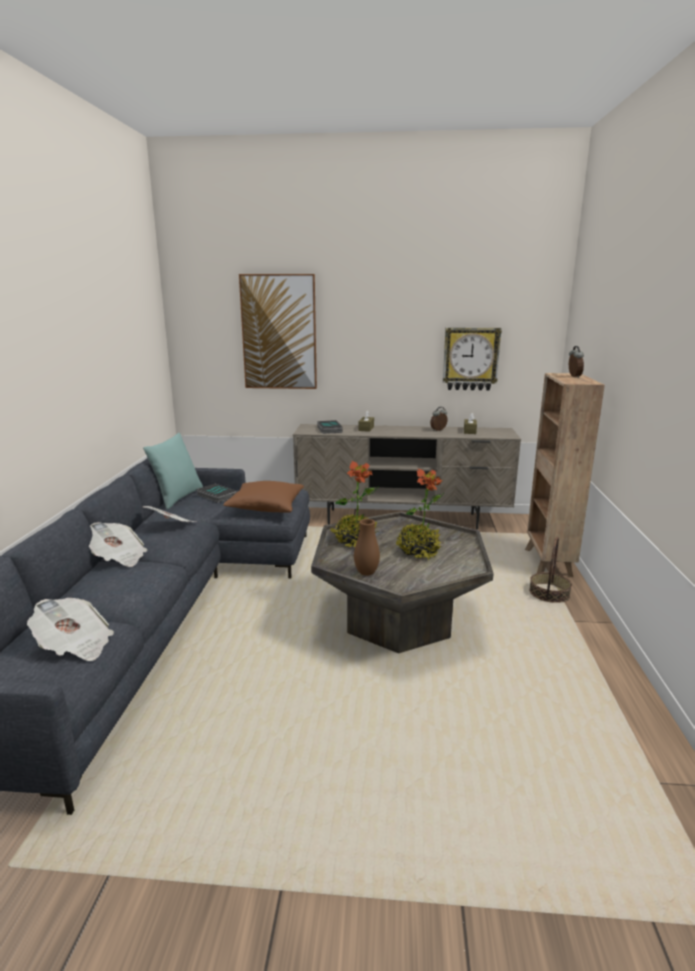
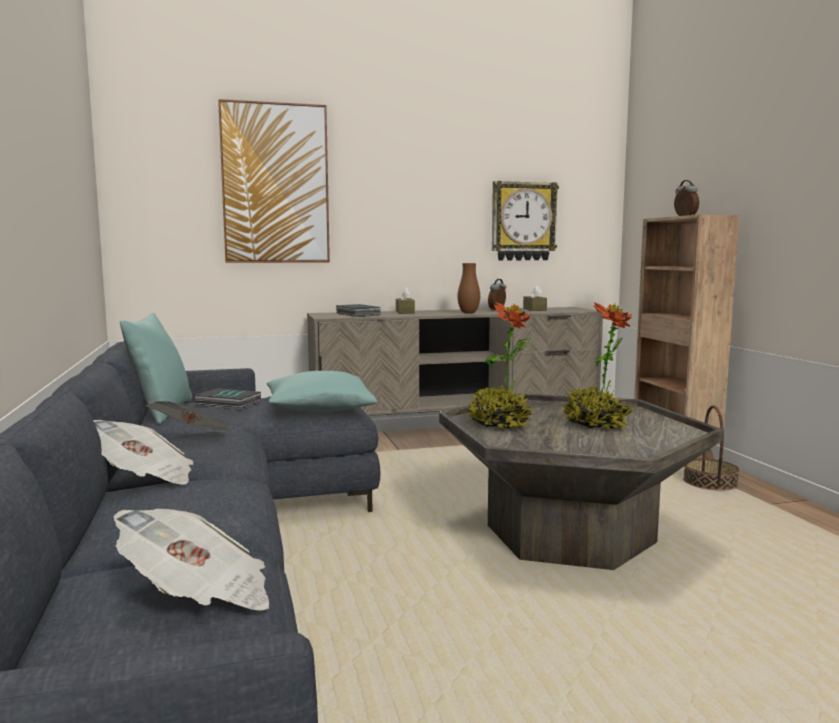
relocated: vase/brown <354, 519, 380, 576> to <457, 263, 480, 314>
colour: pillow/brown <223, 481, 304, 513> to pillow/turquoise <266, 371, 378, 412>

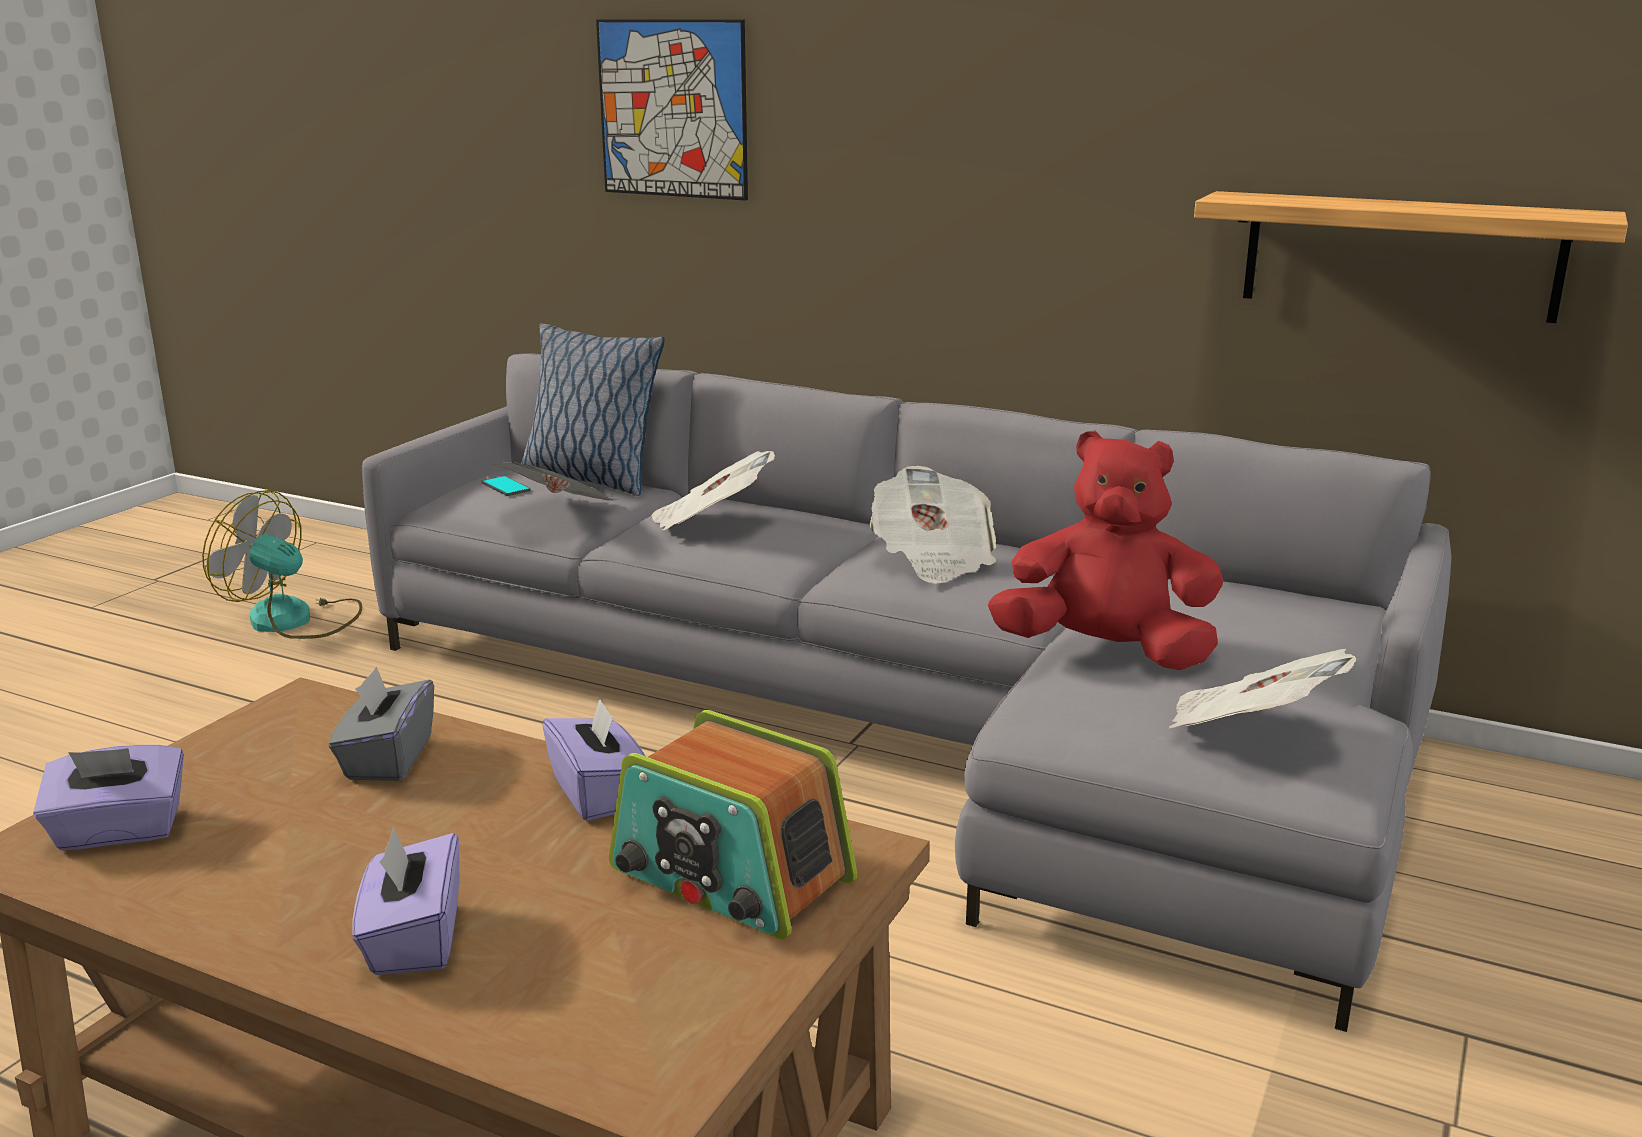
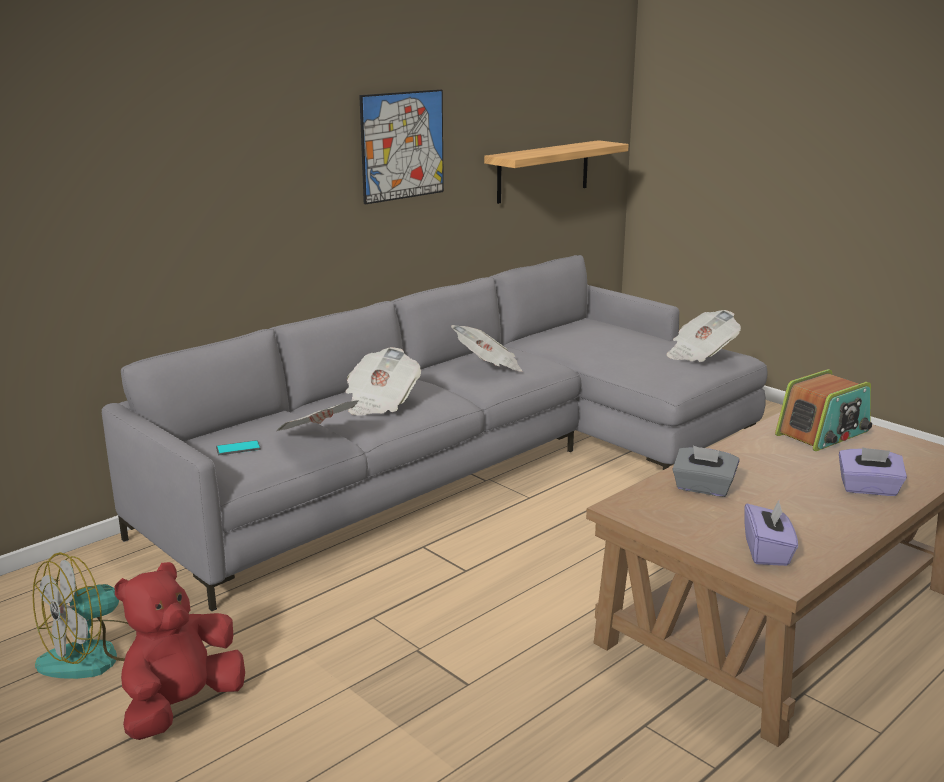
missing: pillow <521, 323, 665, 496>; tissue box/purple <542, 698, 645, 821>
relocated: picture <596, 19, 748, 200> to <359, 89, 444, 205>; plush toy/red <988, 431, 1223, 670> to <114, 562, 245, 740>

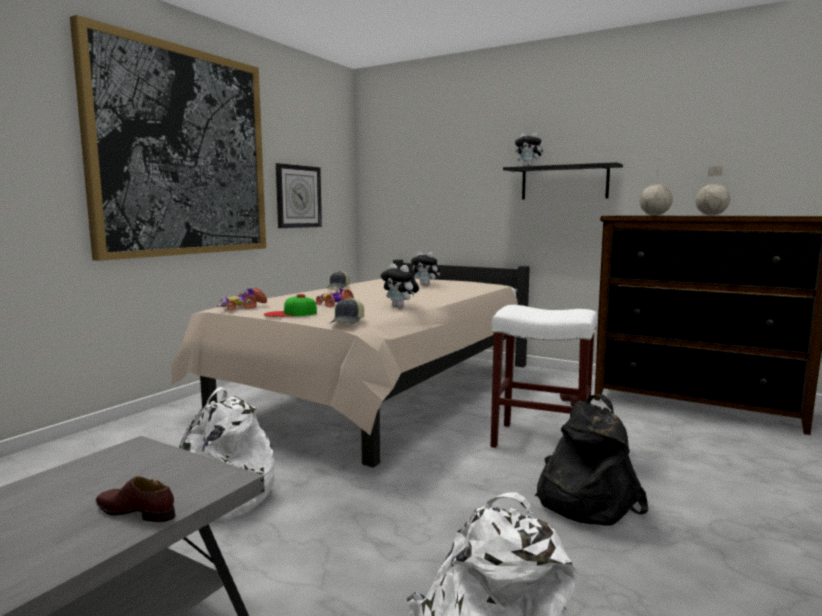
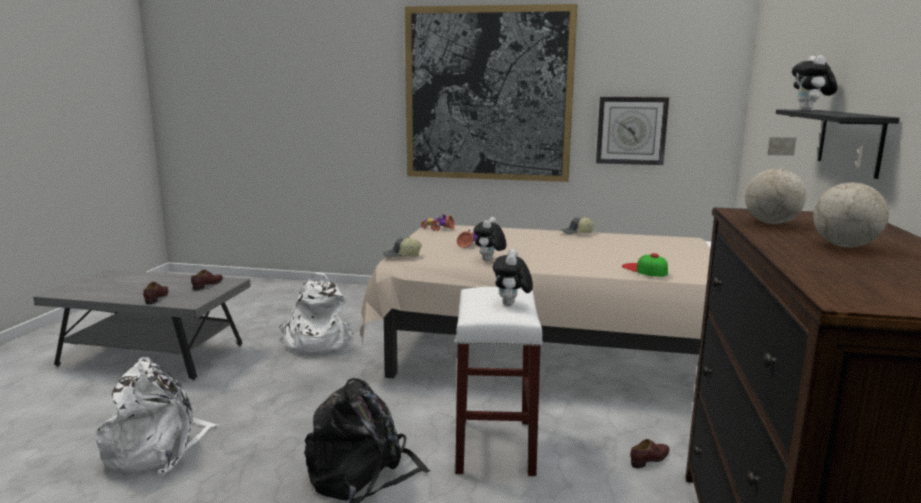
appeared: shoe/brown <191, 270, 223, 290>
relocated: cap <264, 294, 317, 317> to <622, 253, 668, 277>; plush toy <411, 252, 440, 286> to <493, 249, 533, 306>

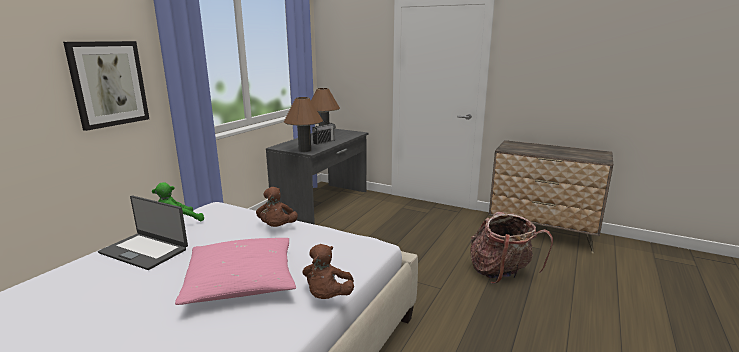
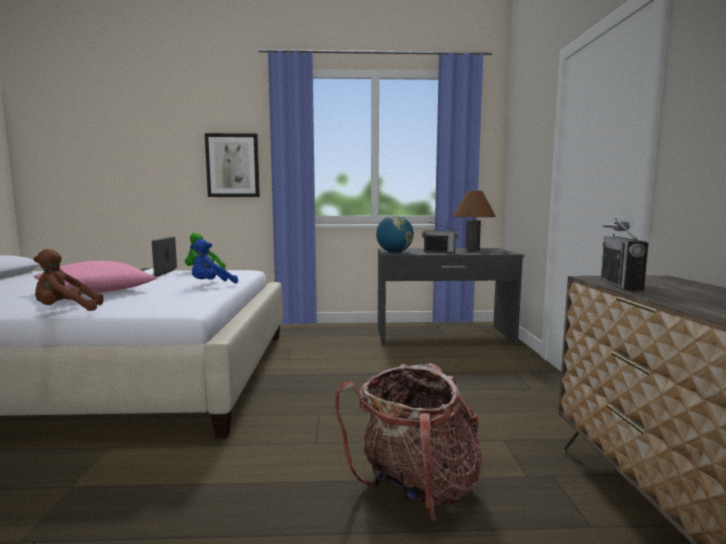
appeared: radio <601, 218, 649, 291>
exchanged: table lamp/brown <284, 97, 323, 152> to globe <376, 215, 414, 253>
colour: plush toy/brown <256, 187, 298, 227> to plush toy/blue <190, 239, 238, 283>

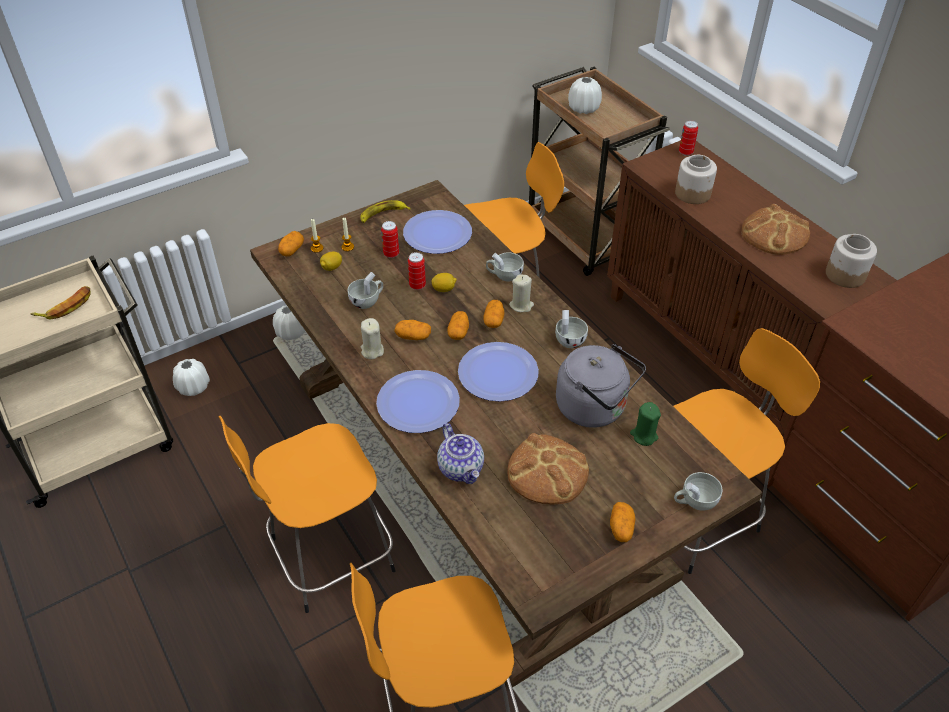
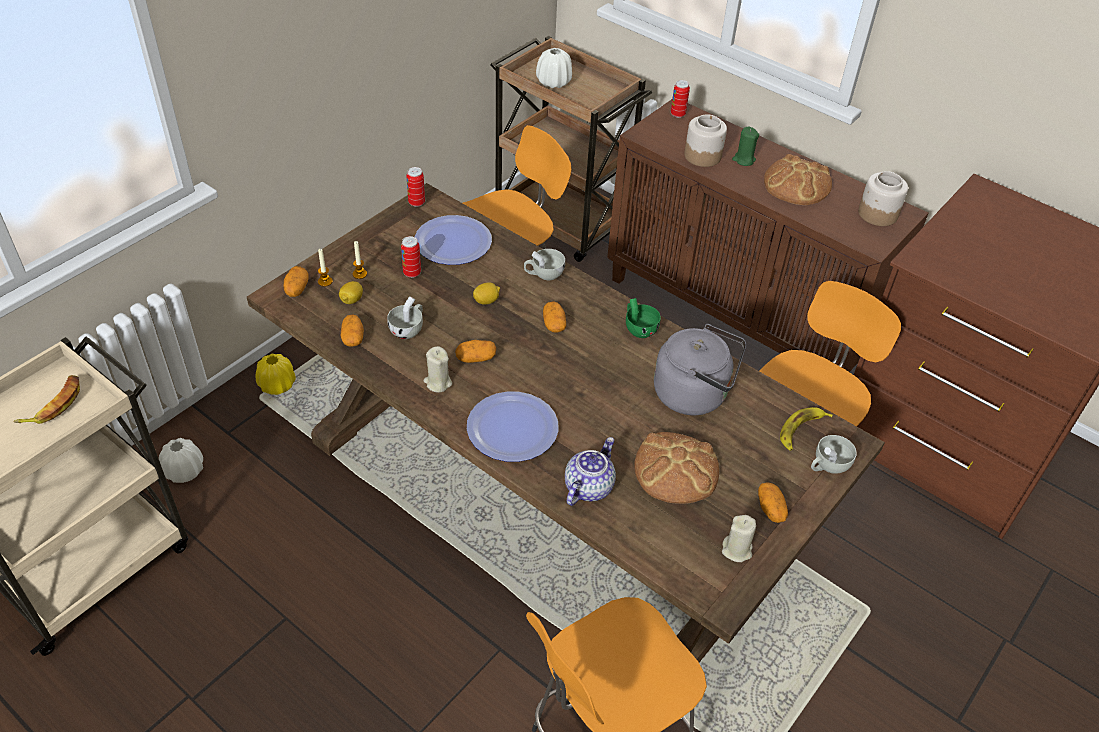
missing: stool/orange <219, 416, 396, 613>; plate <458, 342, 539, 401>
relocated: banana <360, 200, 411, 223> to <780, 407, 833, 451>; can <408, 252, 426, 290> to <406, 167, 425, 207>; potato <447, 311, 469, 340> to <341, 314, 364, 347>; candle/beige <509, 275, 534, 312> to <722, 515, 756, 562>; candle/green <630, 402, 661, 446> to <732, 126, 759, 166>
colour: vase/white <273, 306, 305, 340> to vase/yellow <256, 354, 296, 395>; cup/white <555, 310, 588, 348> to cup/green <626, 298, 661, 338>
spun: teapot <437, 423, 484, 484> = <565, 437, 616, 506> 105 degrees counterclockwise

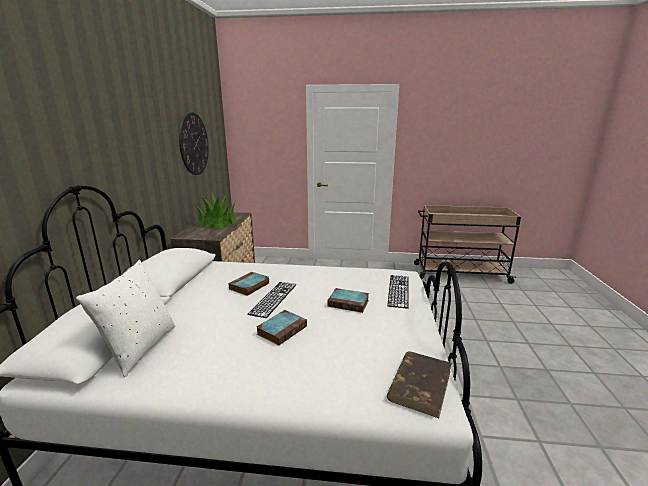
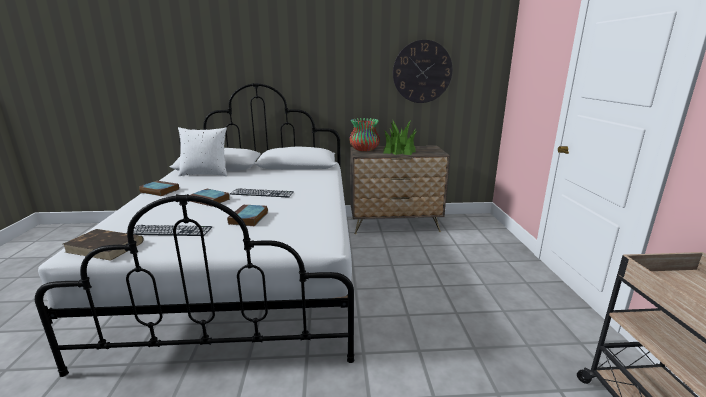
appeared: vase <349, 118, 380, 151>
relocated: book <229, 272, 269, 296> to <139, 181, 179, 196>; keyboard <387, 275, 409, 309> to <133, 225, 212, 236>

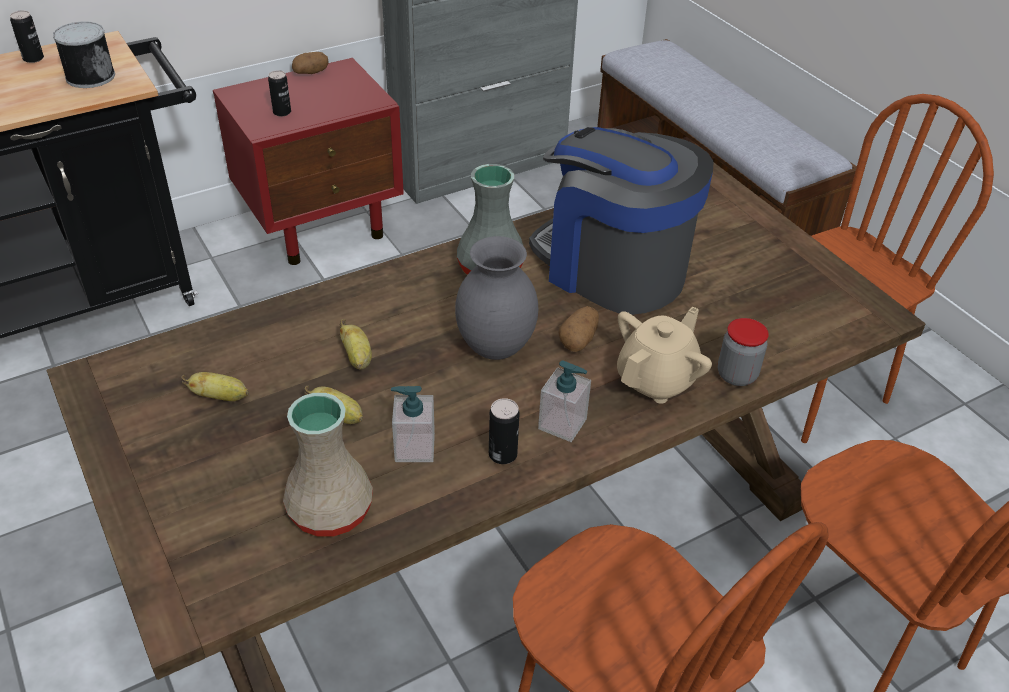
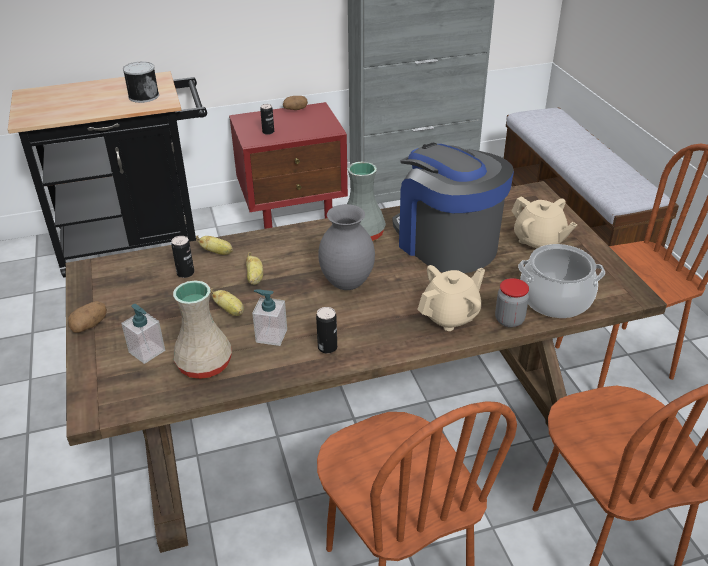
appeared: teapot/beige <512, 196, 578, 248>; cooking pot <518, 244, 605, 318>
relocated: can <10, 10, 44, 63> to <171, 236, 194, 278>; banana <181, 372, 249, 401> to <196, 235, 233, 255>; soap dispenser <538, 360, 591, 442> to <121, 304, 165, 364>; potato <559, 306, 599, 352> to <68, 301, 107, 333>

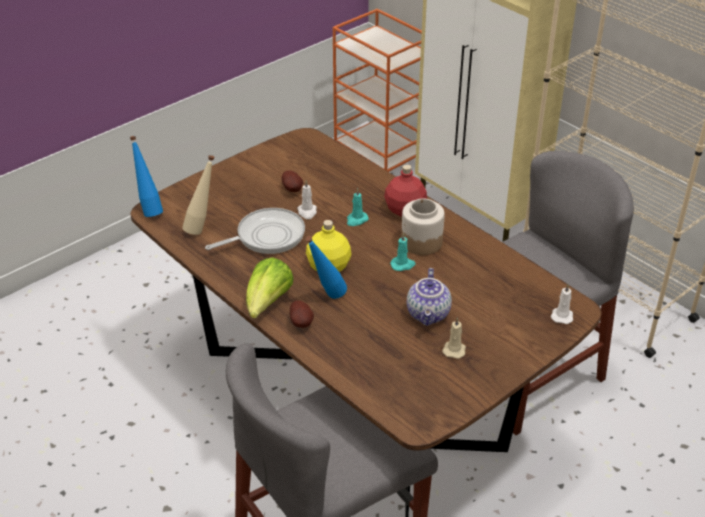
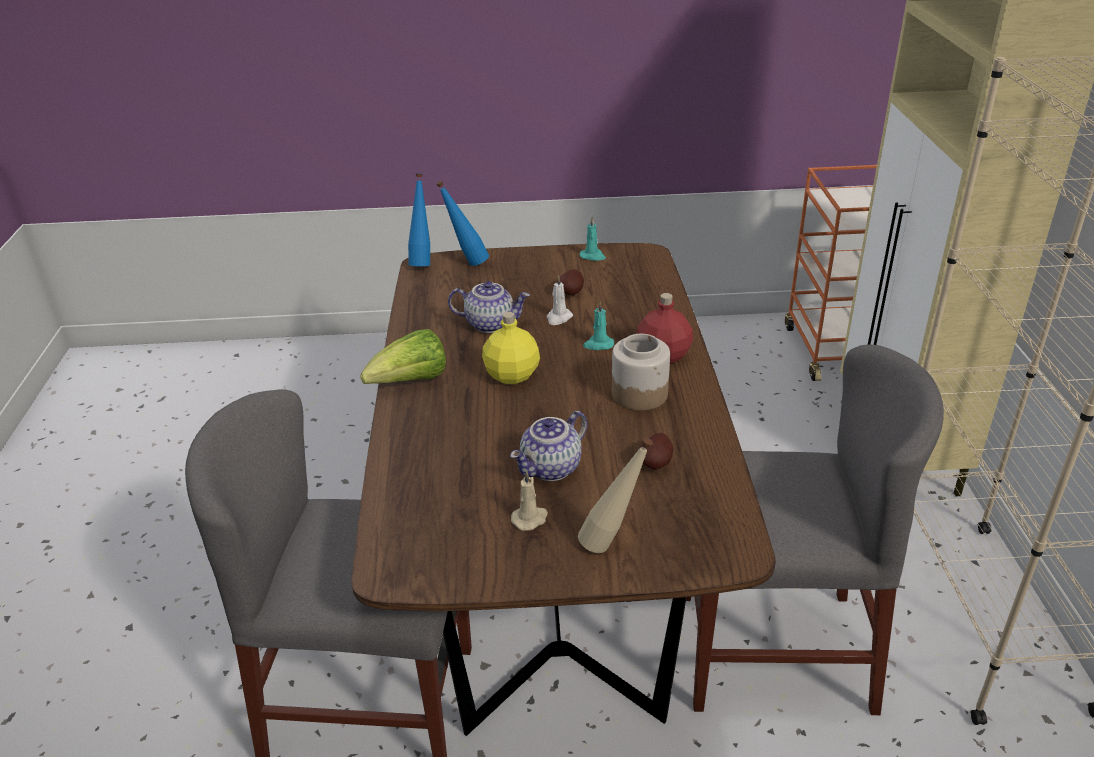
missing: candle/white <551, 284, 573, 324>
relocated: bottle/beige <182, 155, 215, 235> to <578, 438, 653, 553>; potato <290, 300, 314, 328> to <638, 433, 673, 469>; bottle/blue <305, 236, 347, 299> to <436, 181, 489, 266>; candle/turquoise <390, 233, 415, 271> to <580, 217, 606, 261>
exchanged: frying pan <205, 208, 305, 254> to teapot <448, 281, 530, 333>

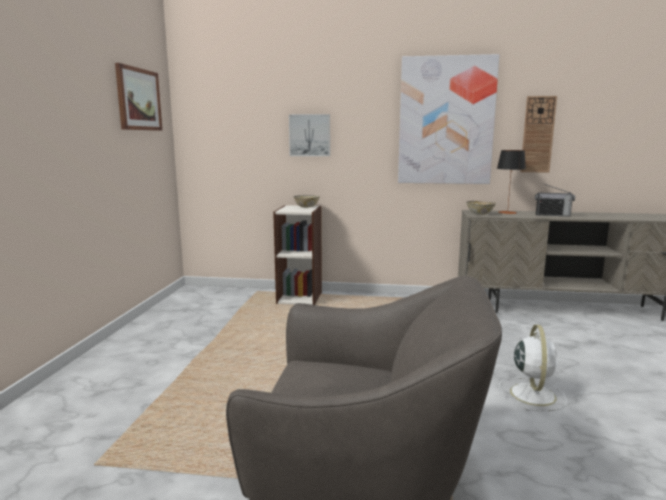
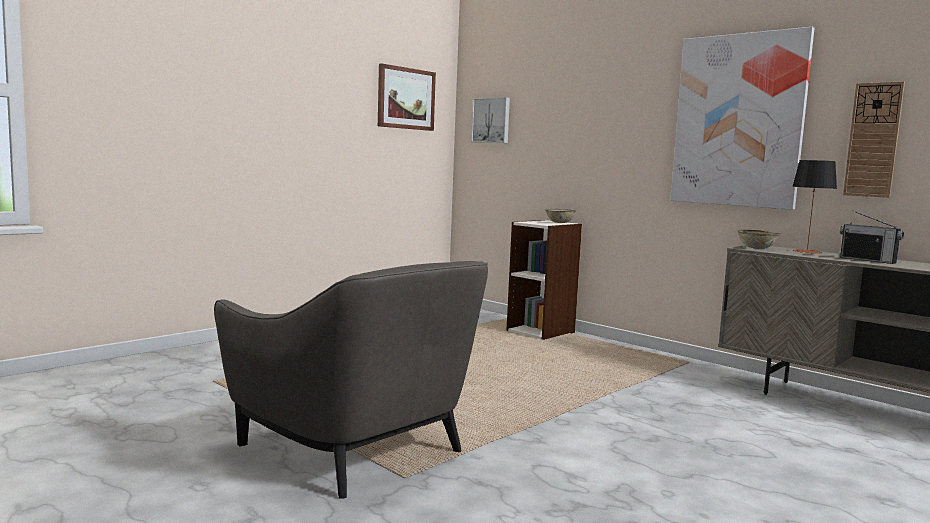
missing: fan/white <499, 325, 567, 411>
relocated: picture <289, 114, 330, 156> to <471, 97, 510, 143>

